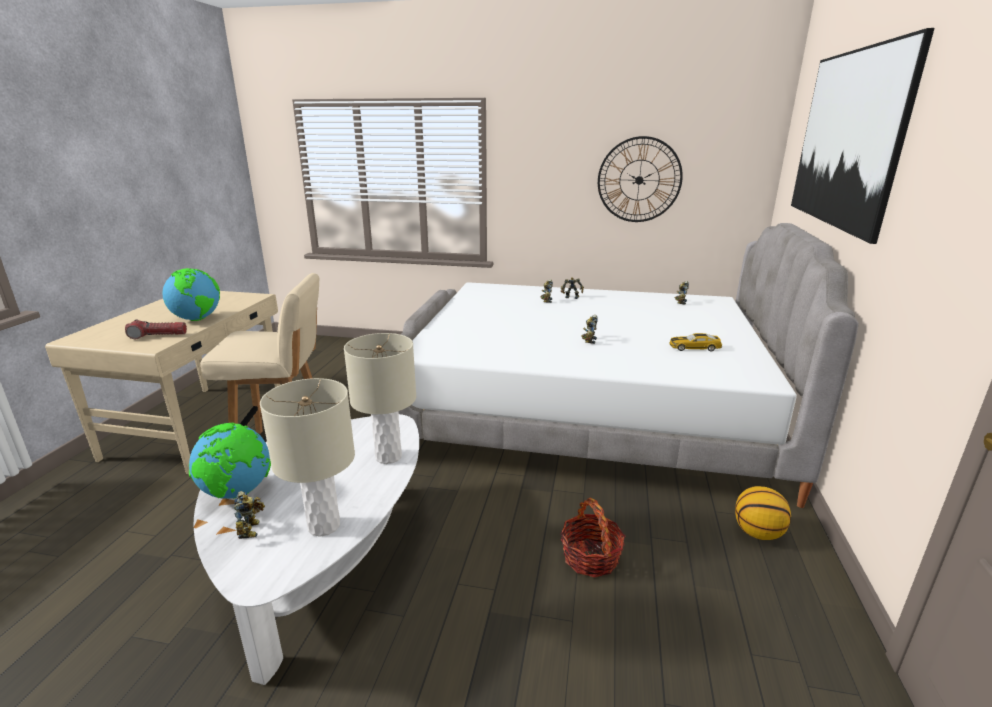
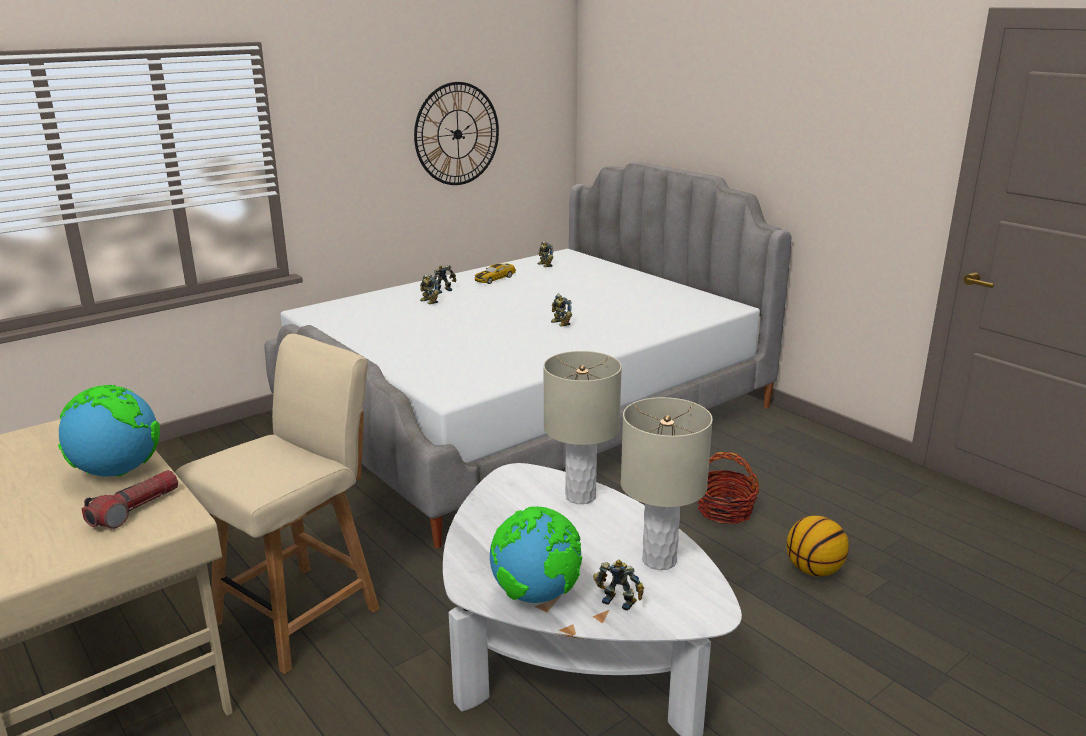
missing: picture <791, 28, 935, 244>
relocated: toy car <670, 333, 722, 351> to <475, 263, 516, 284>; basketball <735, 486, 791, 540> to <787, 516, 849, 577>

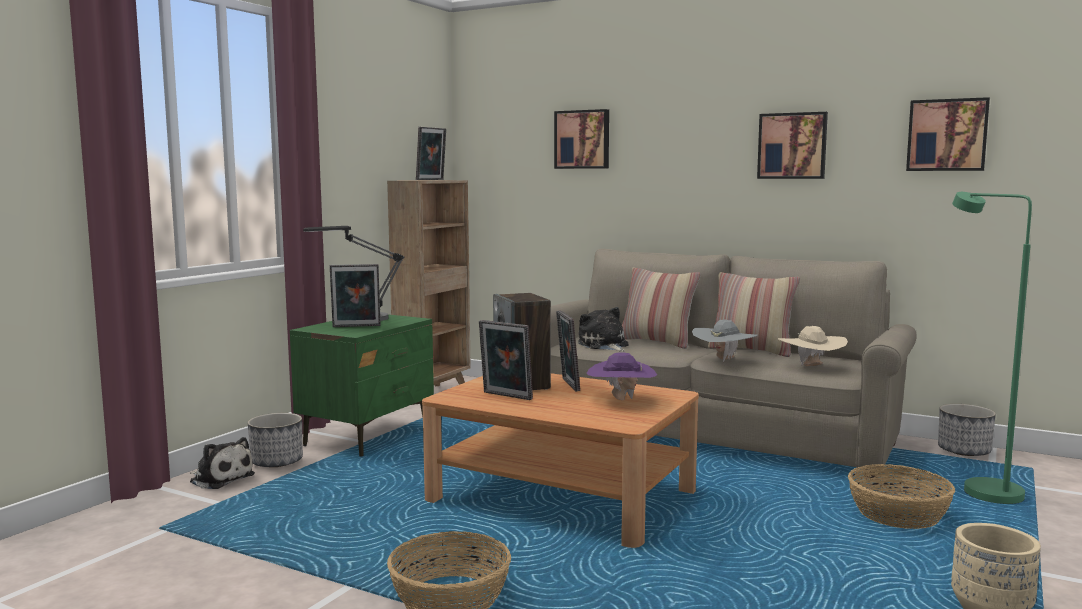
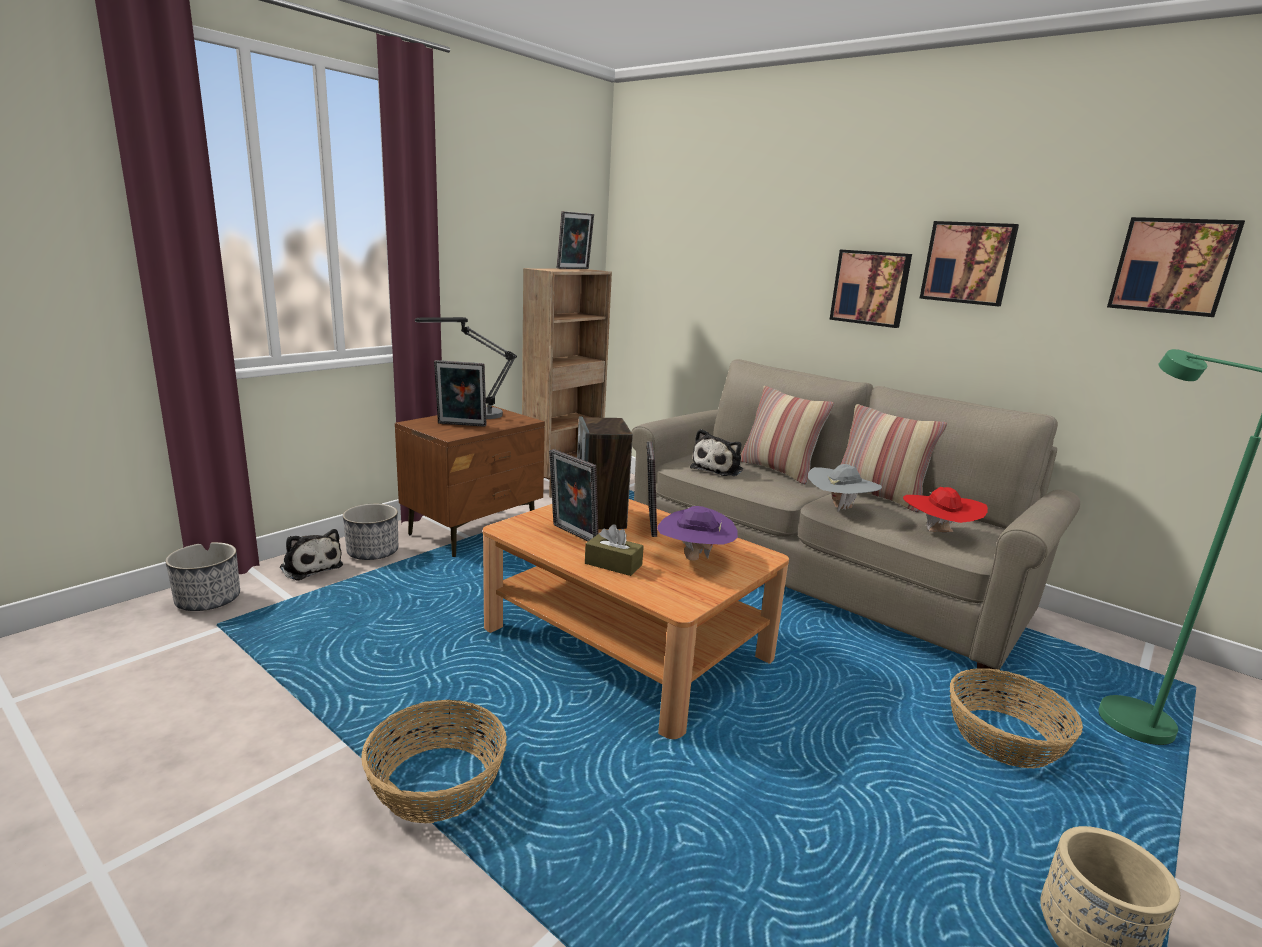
appeared: tissue box/brown <585, 524, 644, 576>
relocated: picture <554, 109, 609, 169> to <829, 249, 912, 328>; planter <938, 404, 996, 456> to <165, 542, 240, 611>
colour: nightstand/green <290, 314, 434, 457> to nightstand/brown <395, 406, 545, 557>; hat/beige <778, 326, 848, 366> to hat/red <903, 487, 988, 532>
spun: plush toy <578, 307, 629, 352> = <690, 429, 743, 476> 135 degrees counterclockwise

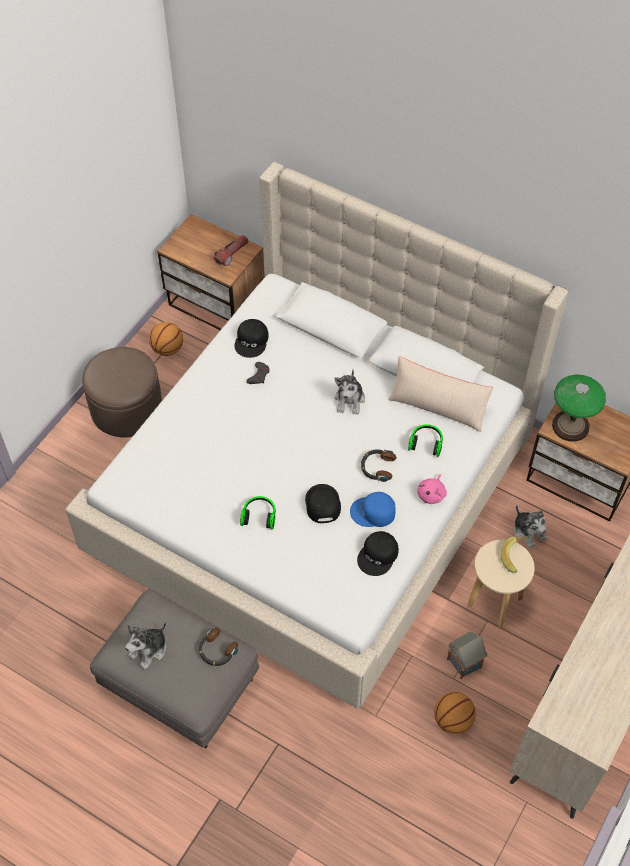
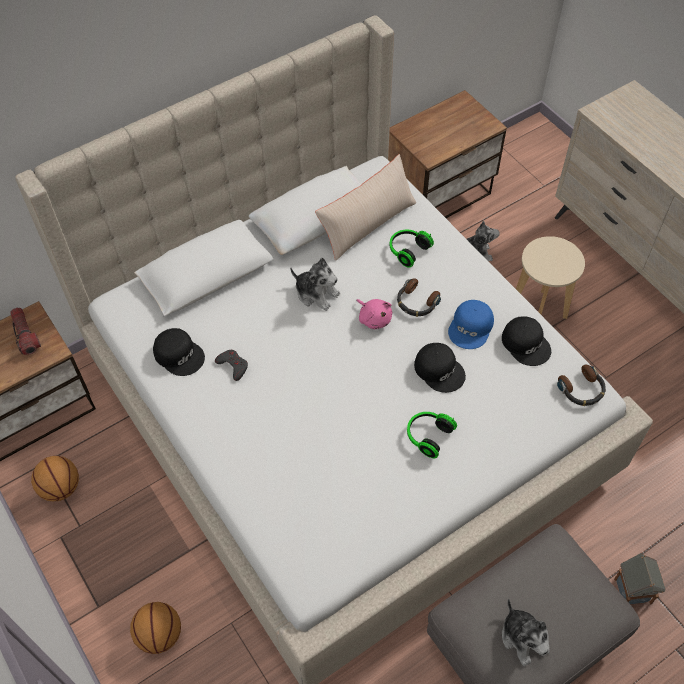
missing: ottoman/brown <82, 347, 162, 438>; banana <500, 536, 530, 573>; table lamp <552, 375, 606, 442>
relocated: headphones <199, 628, 238, 666> to <557, 365, 606, 406>; plush toy/pink <417, 474, 447, 504> to <356, 299, 392, 329>; basketball <434, 692, 476, 734> to <130, 602, 181, 654>; toy house <447, 632, 488, 679> to <614, 553, 665, 605>
spun: cap/black <305, 484, 341, 523> = <414, 343, 466, 393> 150 degrees counterclockwise

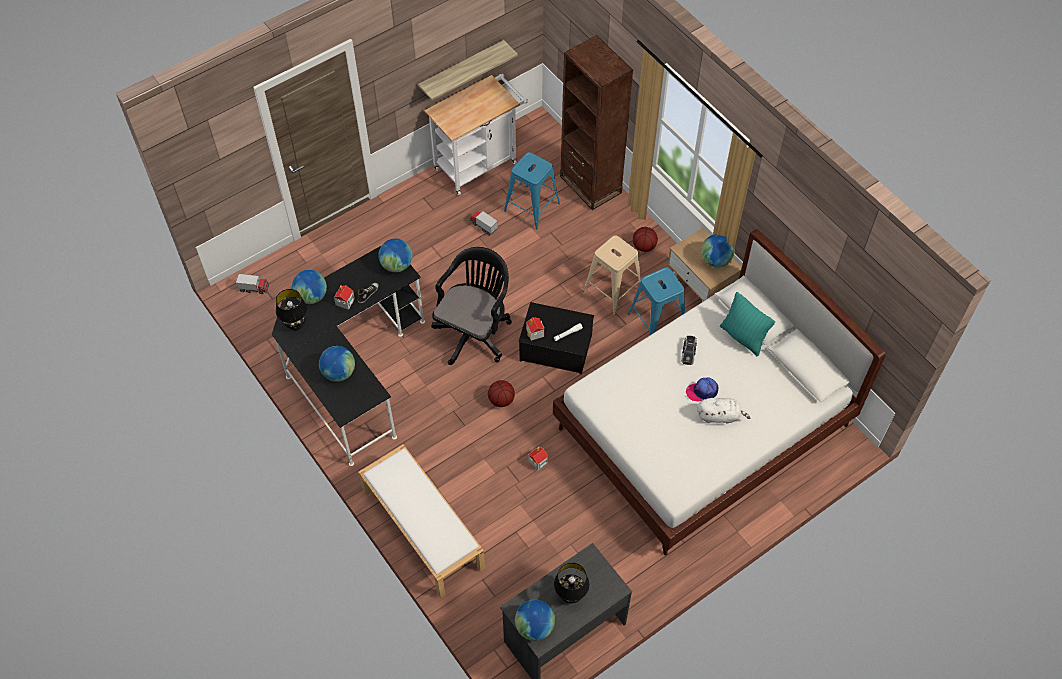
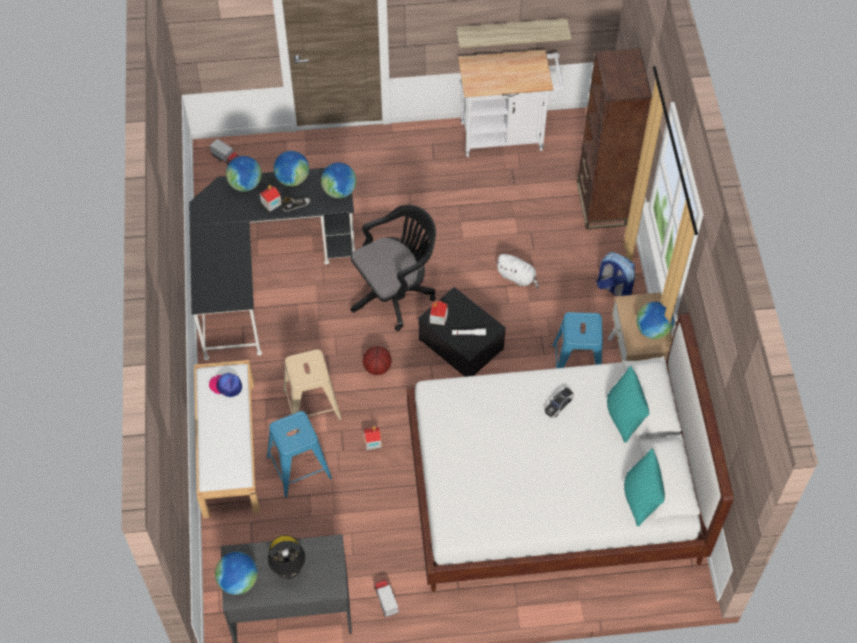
missing: table lamp/black <276, 289, 307, 331>
appeared: pillow/turquoise <624, 449, 665, 526>
relocated: globe <319, 346, 355, 382> to <274, 151, 309, 186>; toy truck <470, 211, 498, 236> to <374, 579, 399, 617>; stool/blue <504, 152, 560, 229> to <267, 411, 332, 498>; stool/beige <583, 235, 643, 315> to <283, 349, 342, 432>; cap <686, 377, 718, 402> to <209, 373, 242, 397>; plush toy/white <697, 398, 750, 424> to <496, 254, 539, 289>
exchanged: basketball <633, 227, 658, 252> to backpack <596, 252, 635, 296>

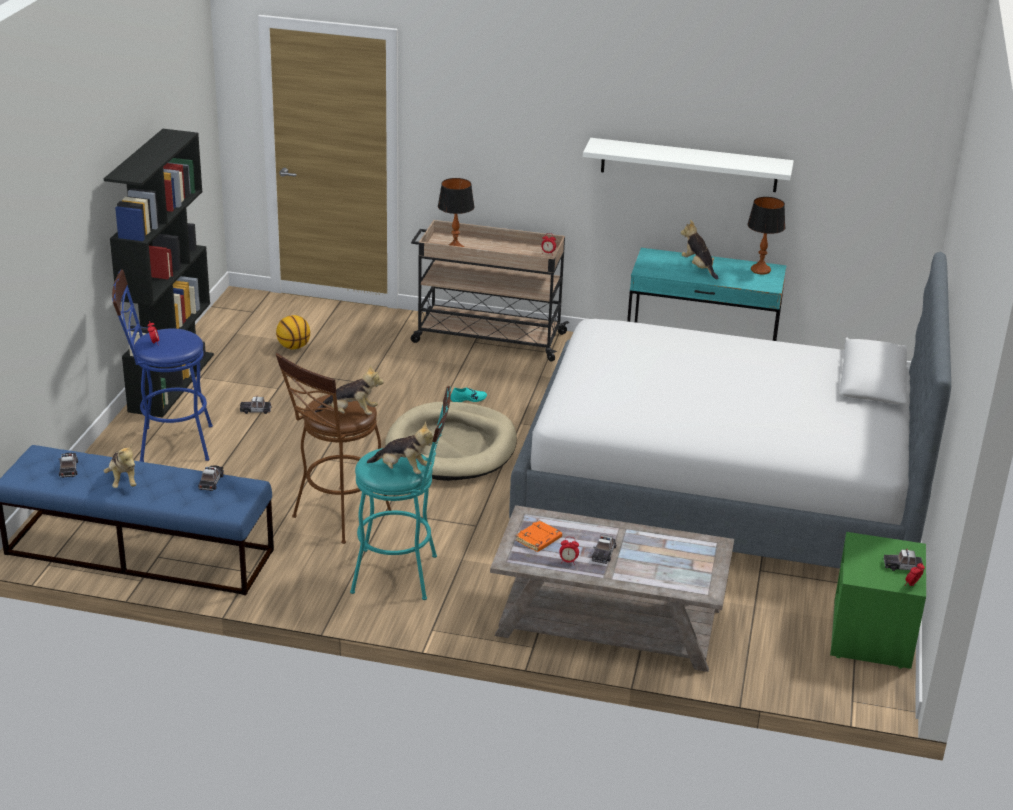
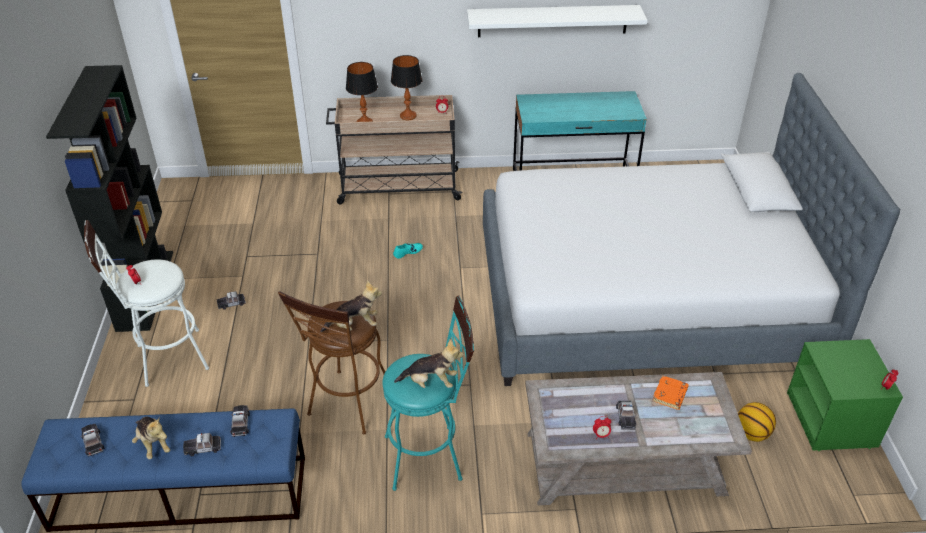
missing: dog bed/beige <385, 402, 517, 481>; plush toy <681, 220, 718, 279>
relocated: basketball <276, 315, 310, 349> to <738, 402, 776, 442>; book/orange <515, 520, 562, 552> to <652, 375, 689, 410>; table lamp <747, 197, 785, 275> to <391, 55, 422, 120>; toy car <884, 549, 923, 571> to <183, 433, 221, 456>
colour: stool/blue <112, 270, 213, 462> to stool/white <84, 220, 209, 387>

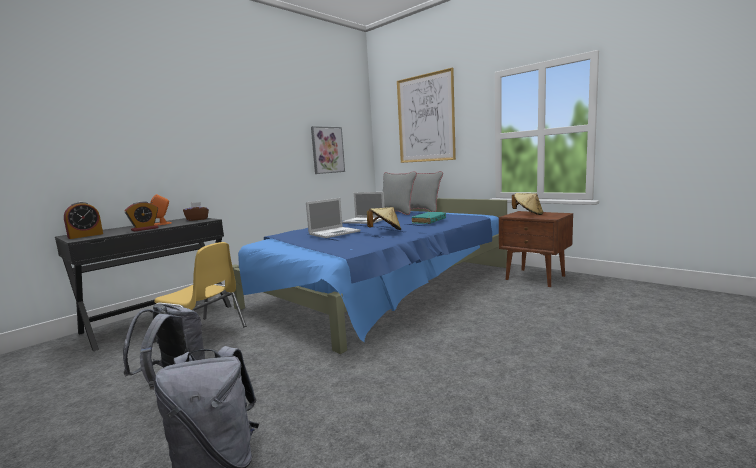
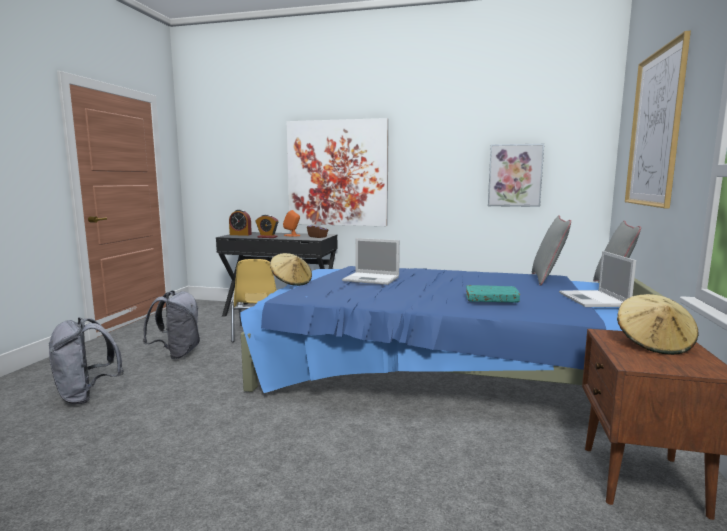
appeared: picture <286, 118, 389, 226>
relocated: laptop <342, 192, 385, 224> to <559, 251, 636, 307>; hat/beige <367, 207, 401, 230> to <270, 253, 312, 286>

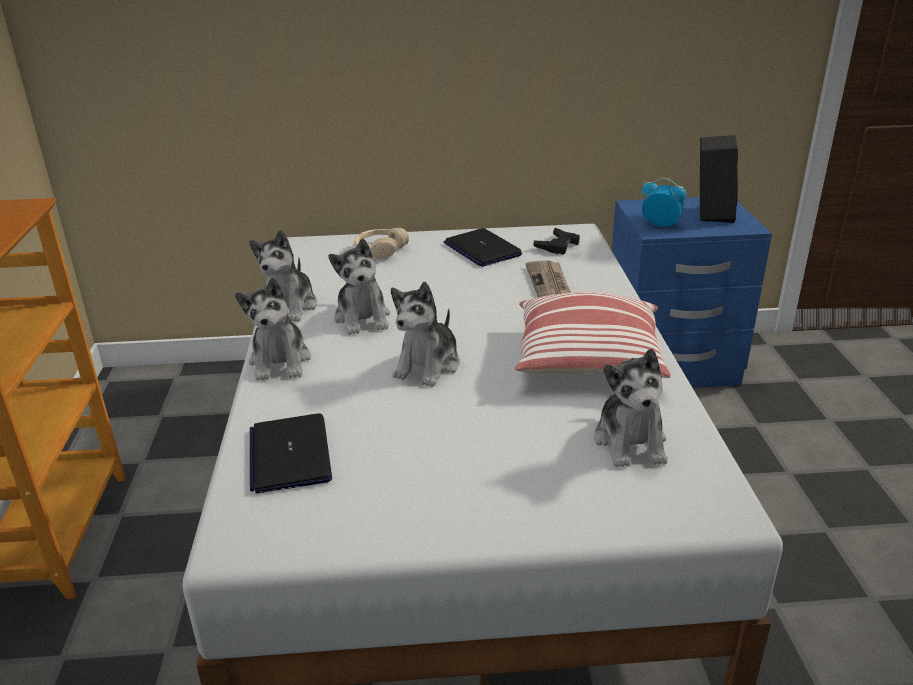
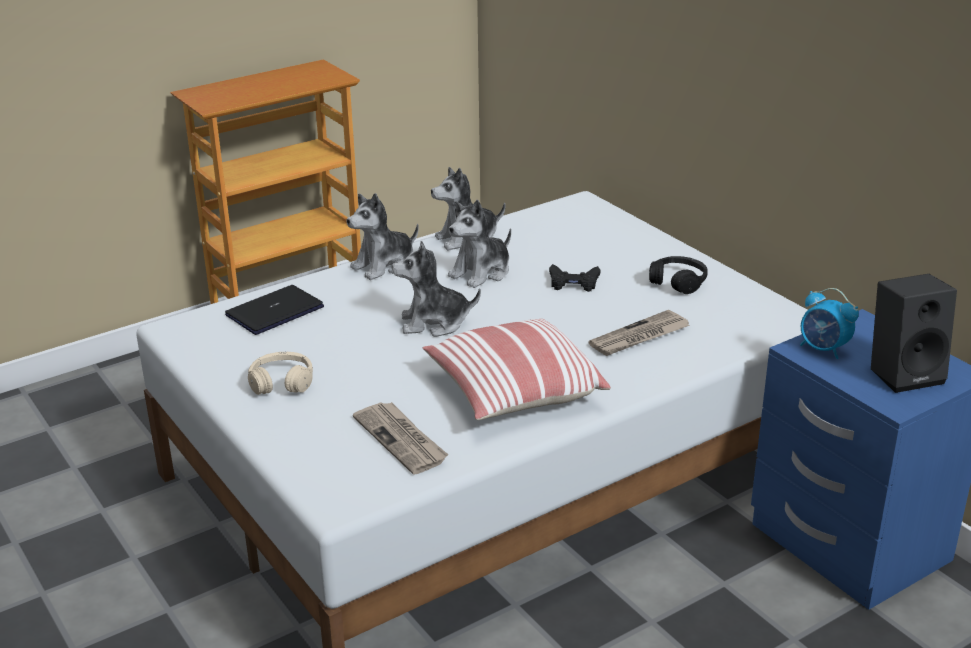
relocated: headphones/beige <354, 228, 409, 260> to <248, 352, 313, 395>; game controller/black <534, 228, 580, 255> to <549, 264, 600, 292>
exchanged: laptop <444, 228, 522, 267> to headphones/black <649, 256, 708, 294>; plush toy <594, 349, 668, 467> to newspaper <353, 402, 448, 475>
spun: alarm clock <642, 178, 686, 227> = <800, 288, 859, 359> 135 degrees clockwise

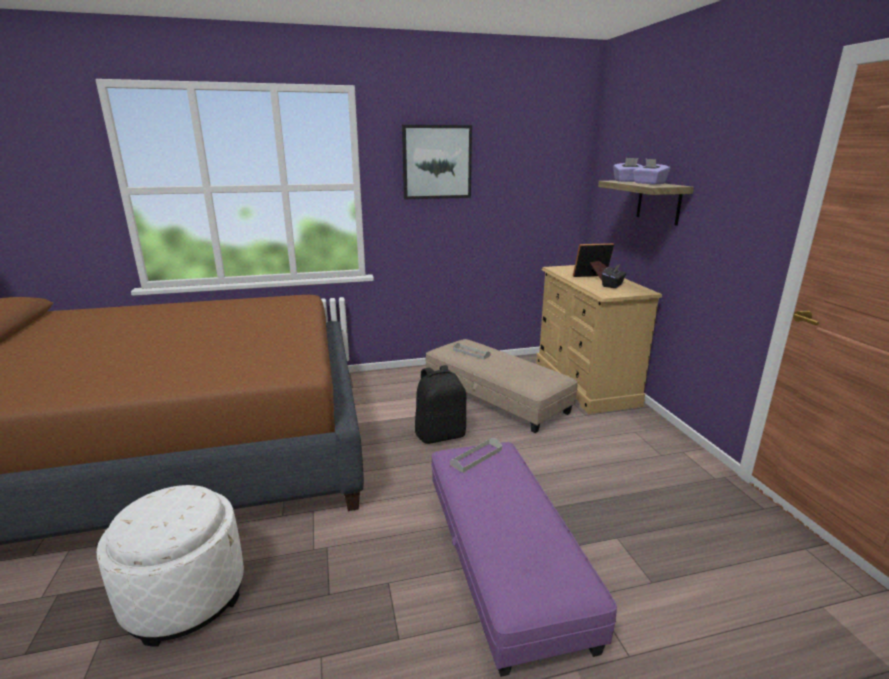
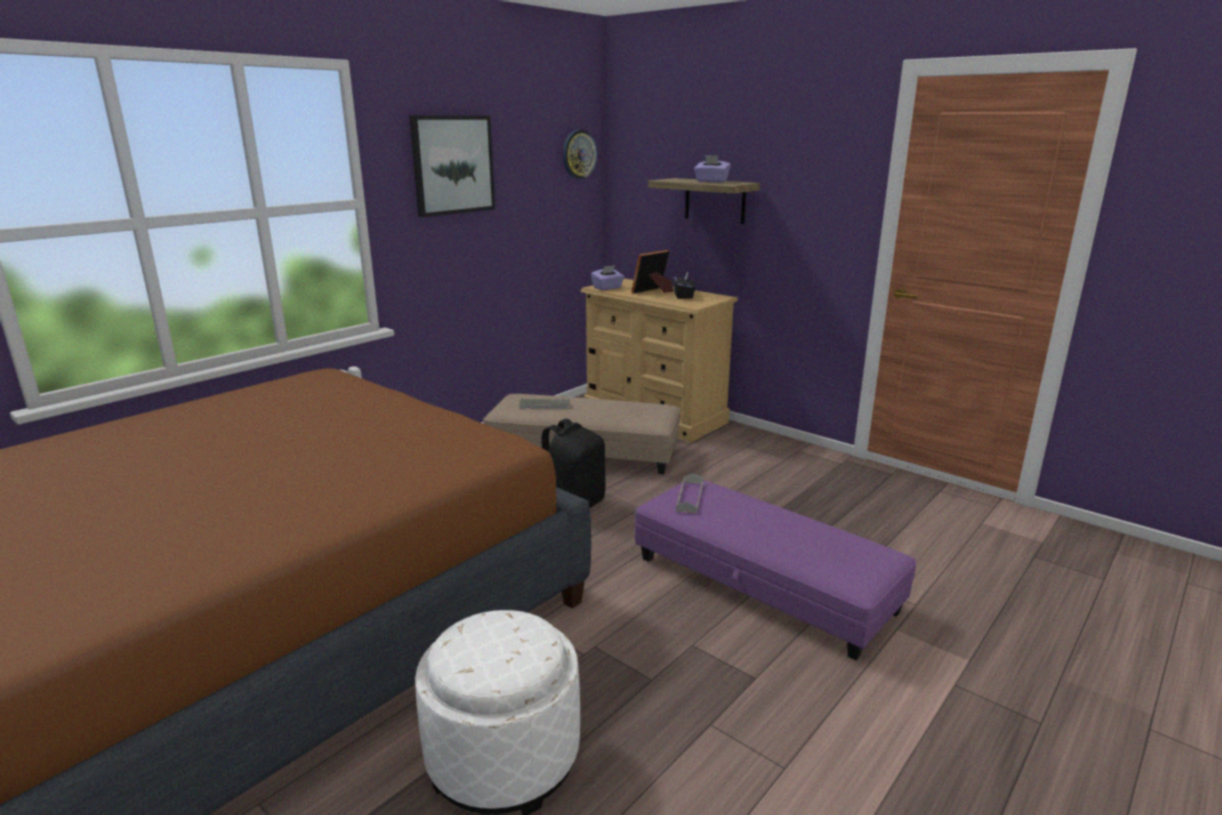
appeared: wall clock <563, 130, 597, 179>
relocated: tissue box/purple <613, 158, 643, 182> to <591, 265, 624, 290>

